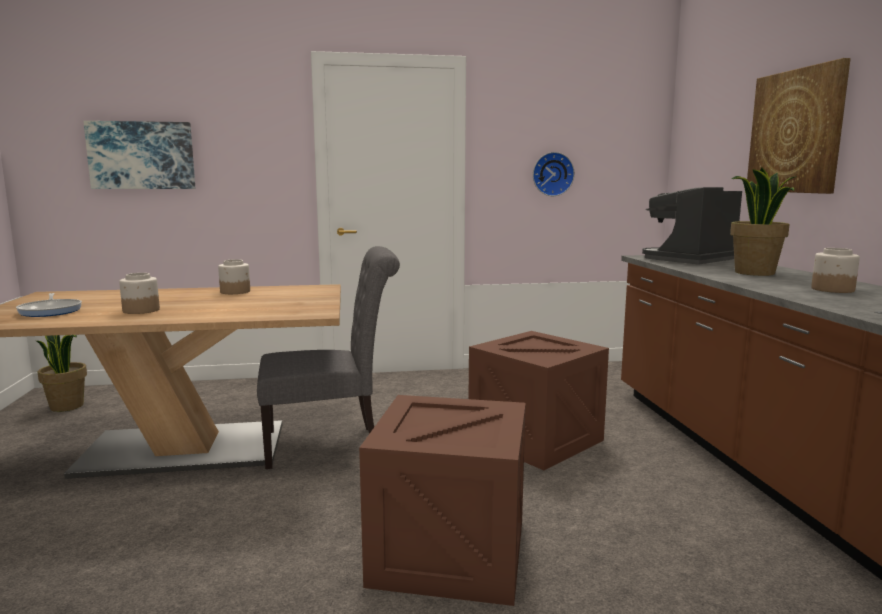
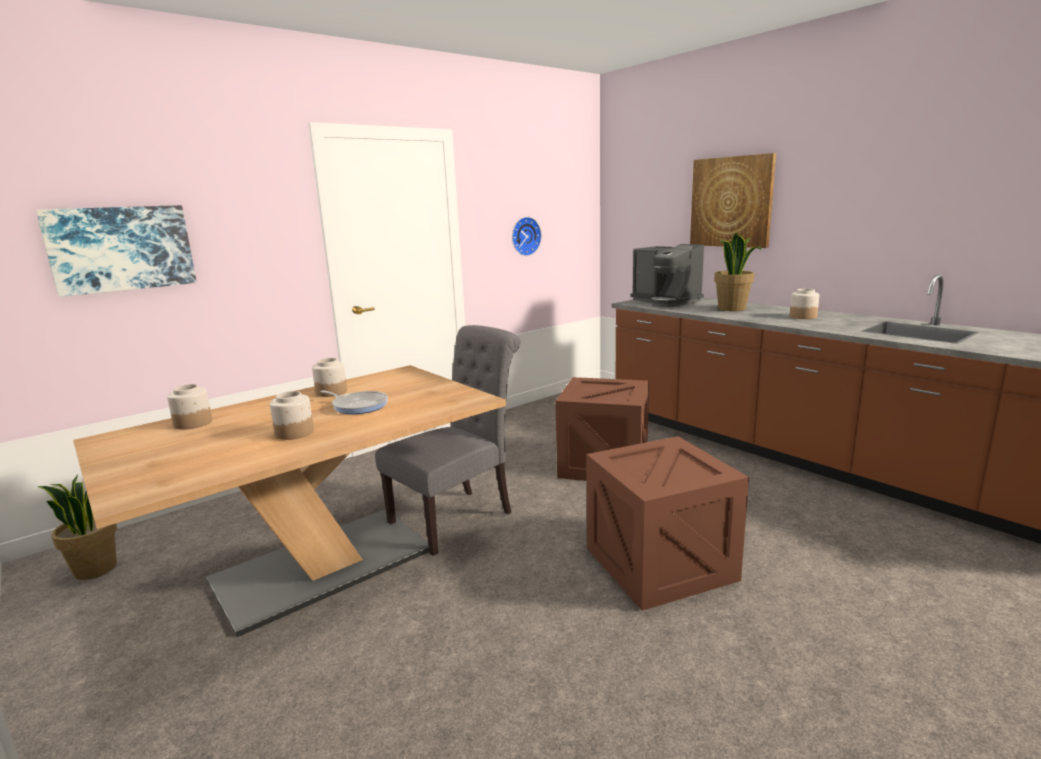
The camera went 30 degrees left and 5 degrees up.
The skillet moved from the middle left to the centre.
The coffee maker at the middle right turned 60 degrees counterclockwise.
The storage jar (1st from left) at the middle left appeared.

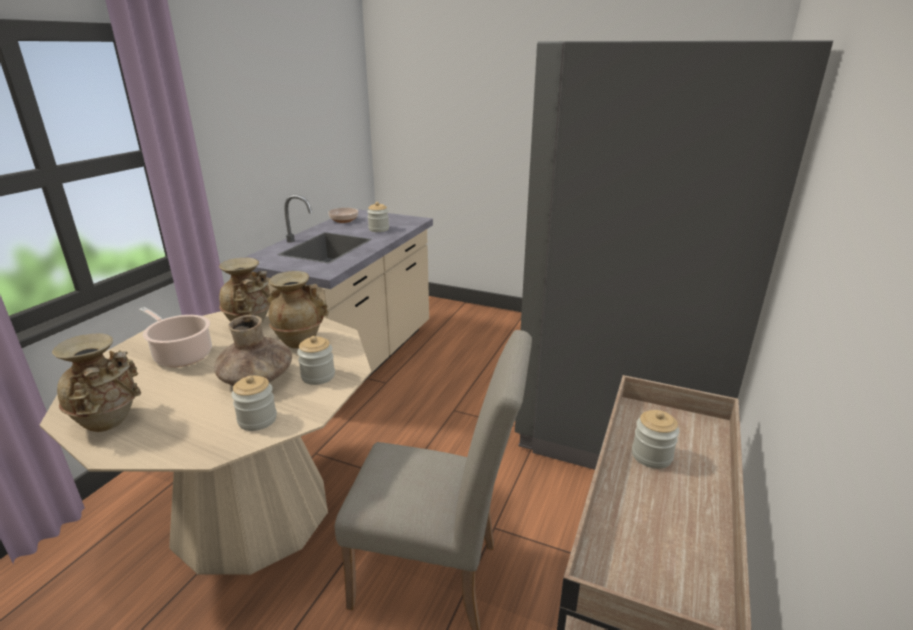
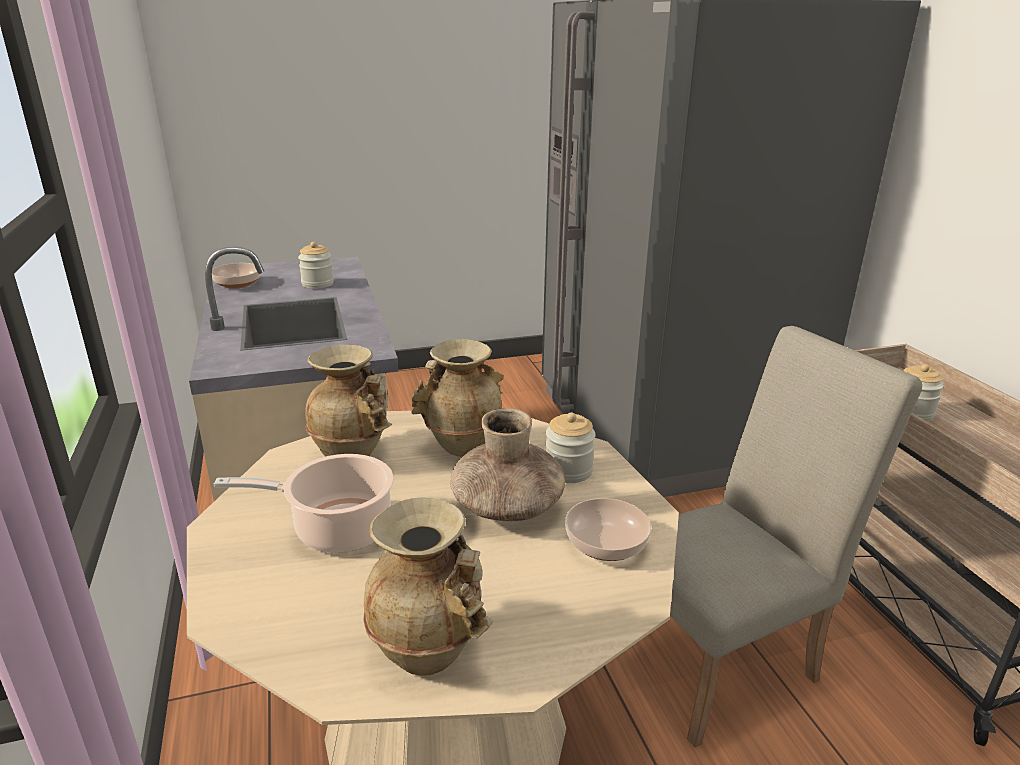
The camera went 40 degrees left and 0 degrees up.
The storage jar (1st from left) at the middle left was replaced by the deep dish (2nd from left) at the bottom centre.

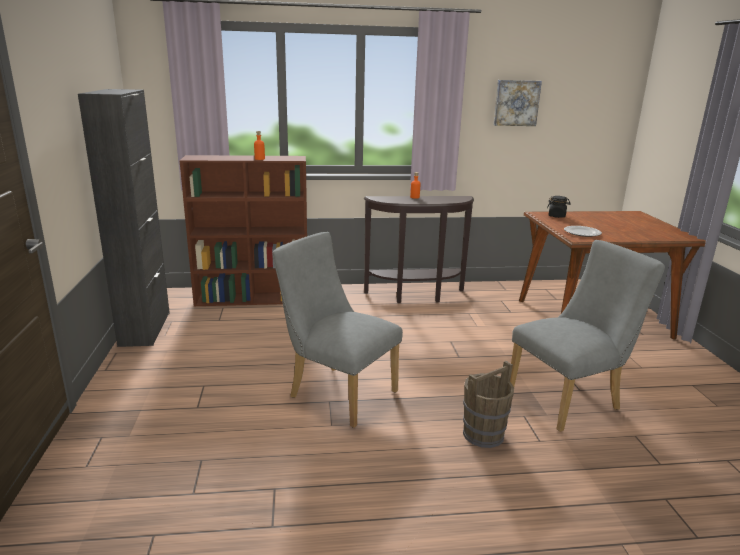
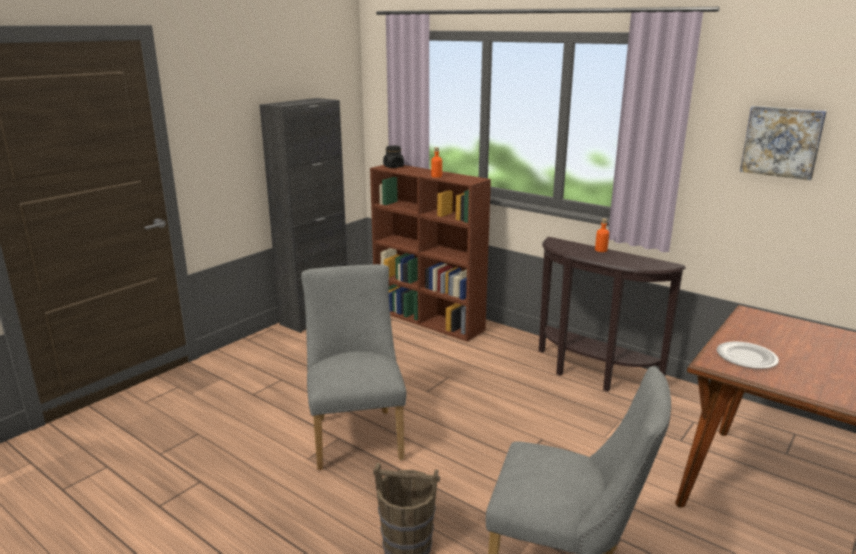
The camera went 45 degrees right and 0 degrees up.
The black storage jar moved from the middle right to the top centre.

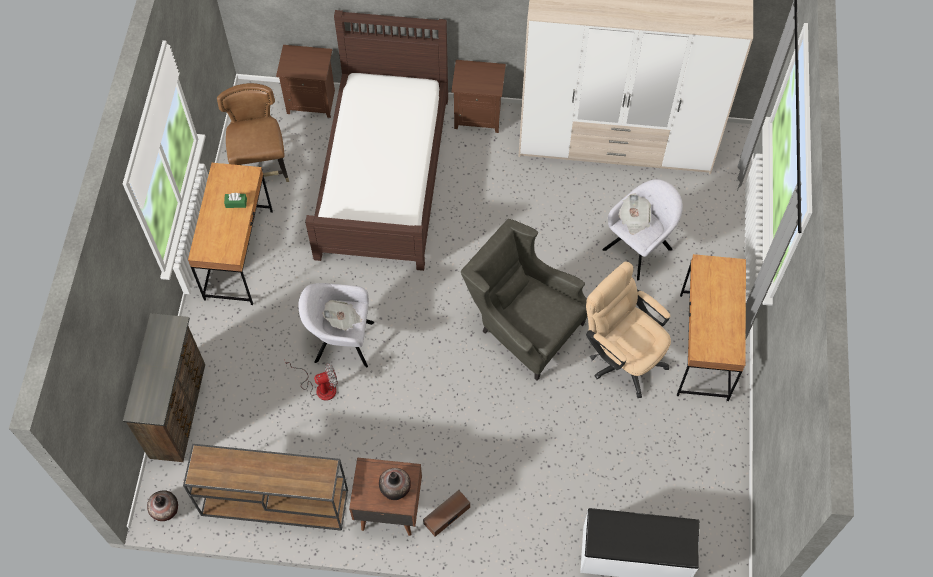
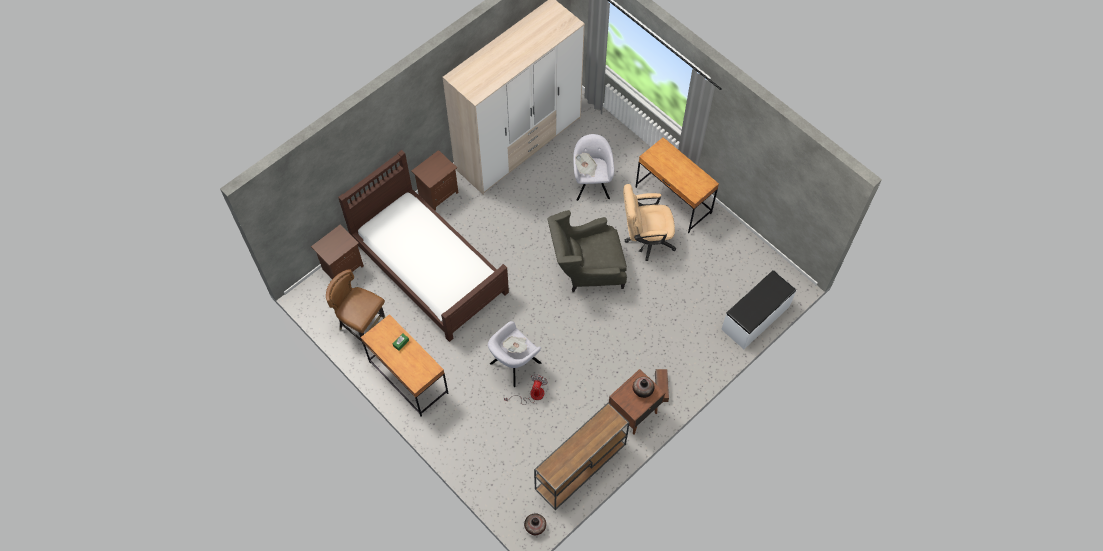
The camera went 50 degrees left and 0 degrees up.
The brown drawer chest at the bottom left disappeared.

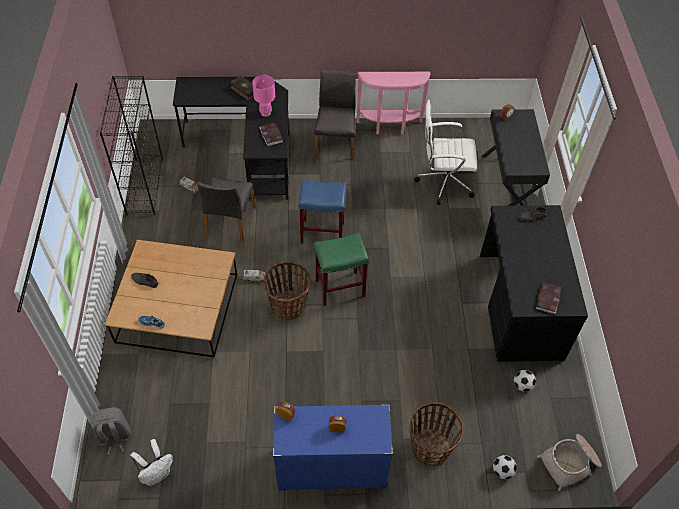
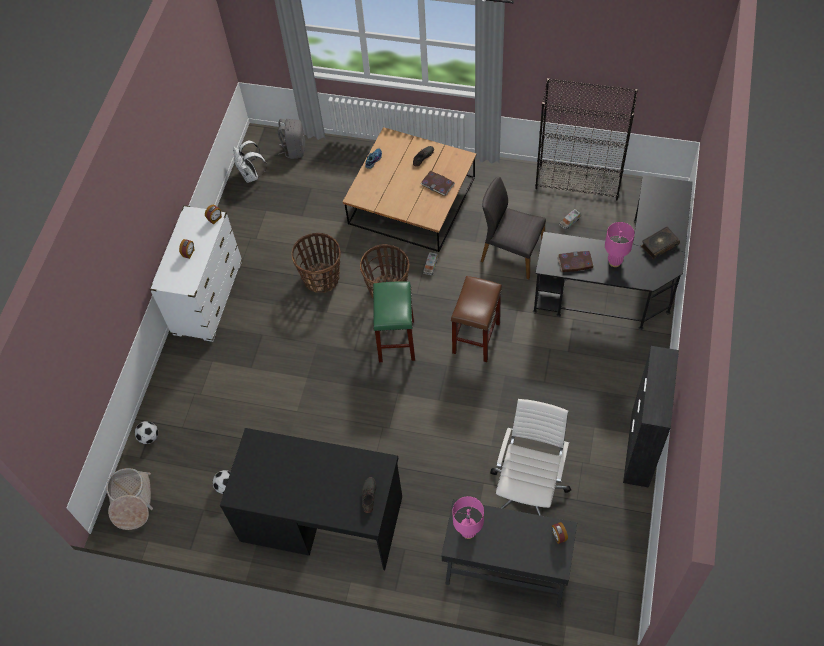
The camera went 110 degrees right and 5 degrees up.
The blue-coloured drawer chest at the bottom centre became the whitish drawer chest at the middle left.
The blue-coloured stool seat at the centre became the brown stool seat at the centre.
The gray chair (2nd from left) at the top centre disappeared.
The pink narrow table at the top centre was replaced by the black cupboard at the middle right.
The basket (2nd from left) moved from the bottom centre to the centre.
The bound book (3rd from left in the first image) moved from the middle right to the top centre.
The pink table lamp (1st from left) at the bottom centre appeared.

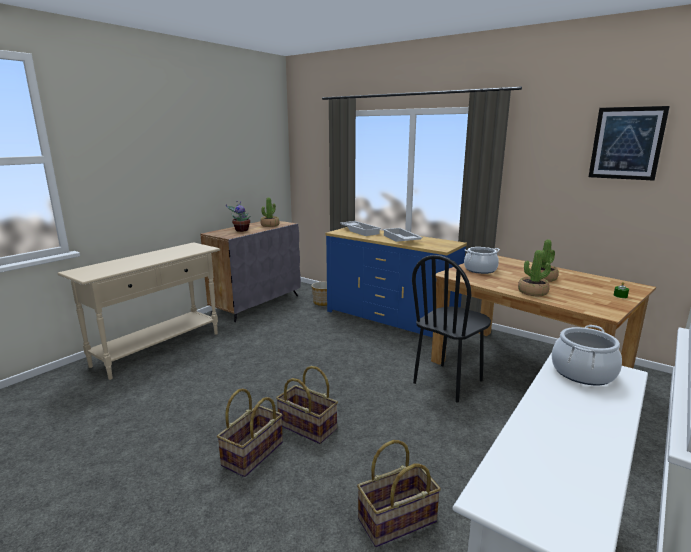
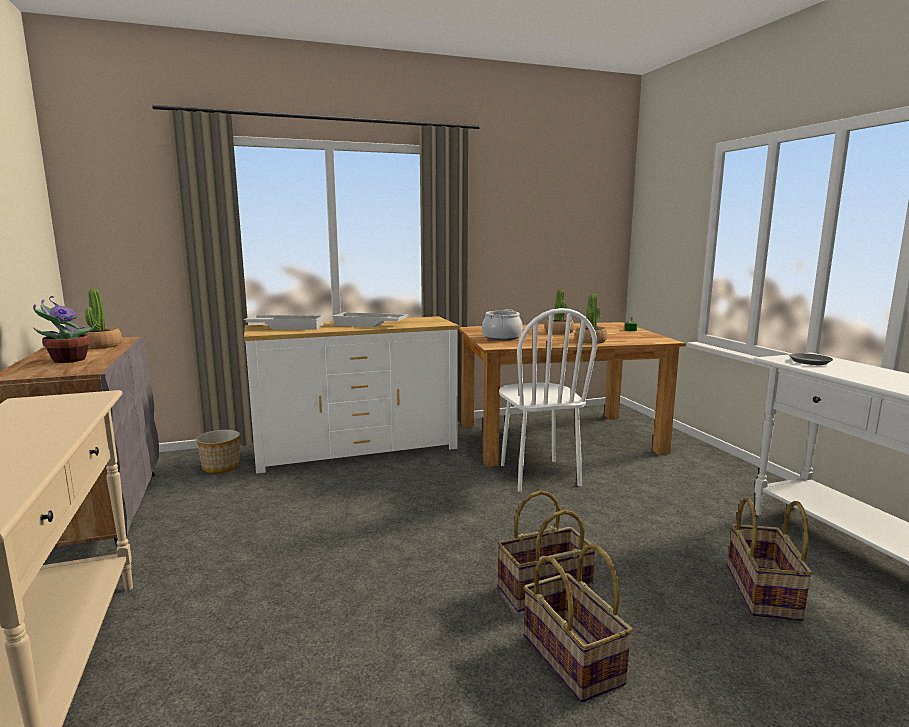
The camera went 55 degrees left and 5 degrees down.
The blue-coloured drawer chest at the centre became the whitish drawer chest at the centre.
The black chair at the centre became the whitish chair at the centre.
The saucepot (2nd from left) at the middle right was replaced by the gray plate at the middle right.
The wall art at the top right disappeared.

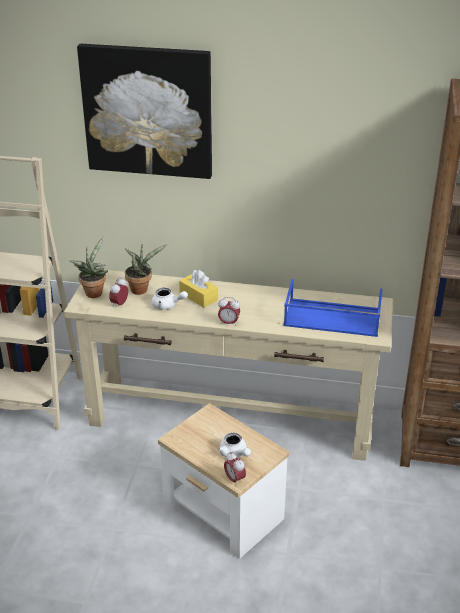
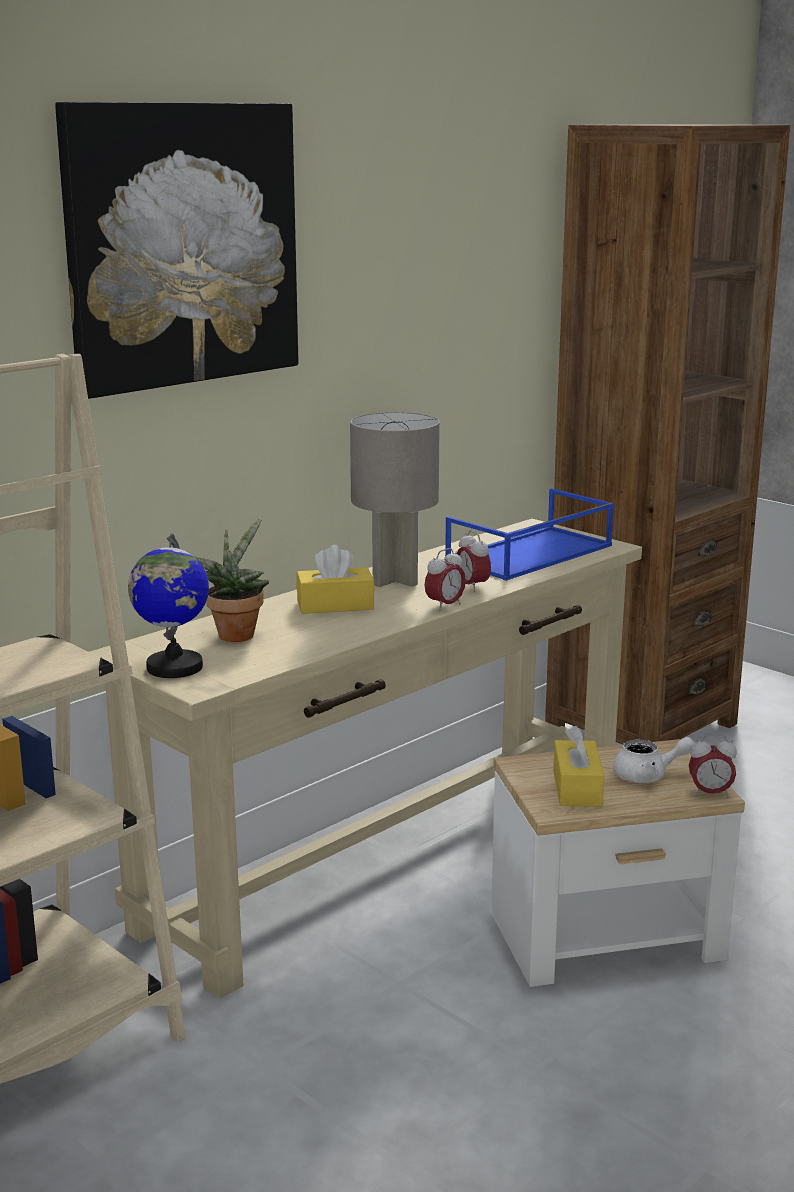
The camera went 55 degrees left and 15 degrees down.
The houseplant (1st from left) at the middle left was replaced by the world globe at the middle left.
The bedside clock (1st from left in the first image) moved from the middle left to the centre.
The whitish pot for tea (1st from left) at the centre disappeared.
The gray table lamp at the centre appeared.
The yellowish box of tissues (2nd from left) at the middle right appeared.

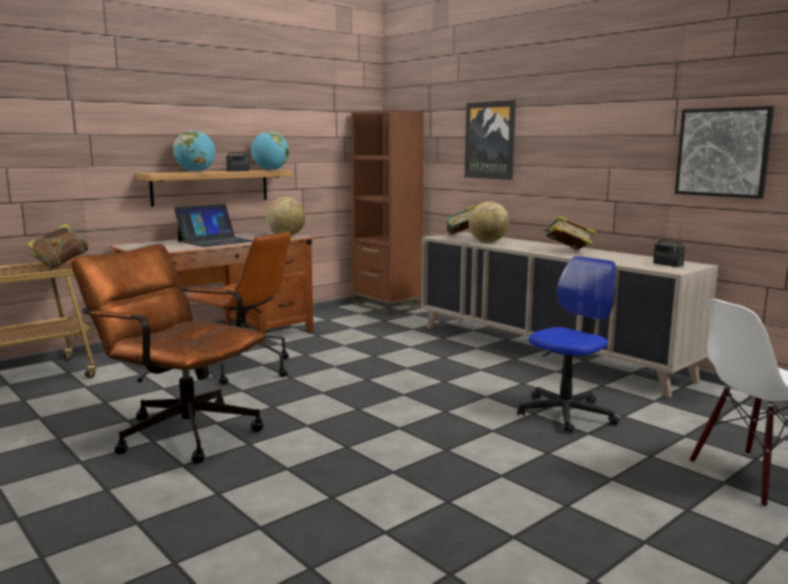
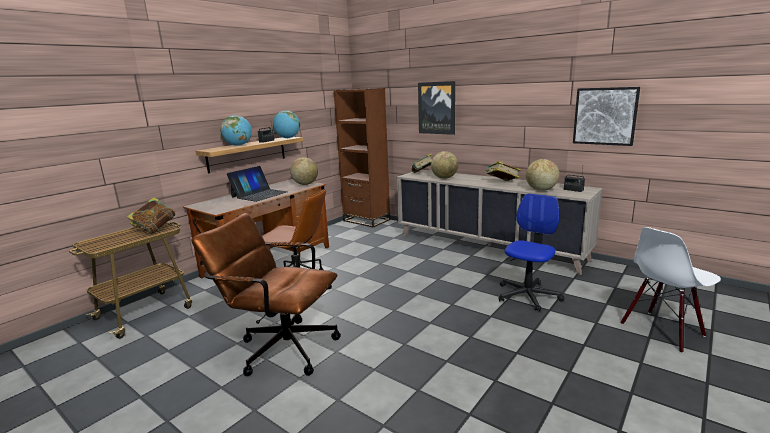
The camera went 10 degrees left and 5 degrees up.
The world globe (5th from left) at the middle right appeared.

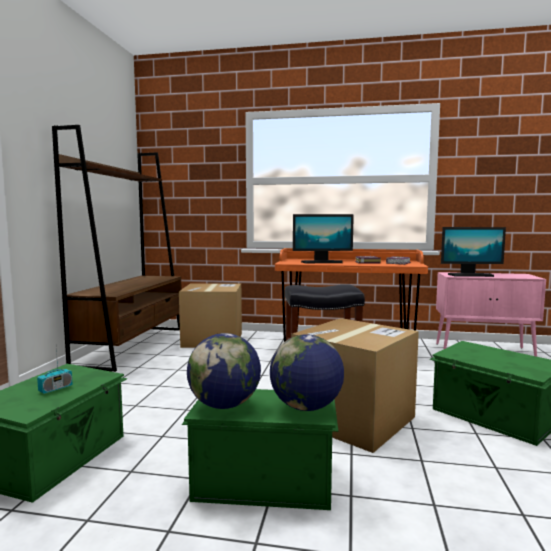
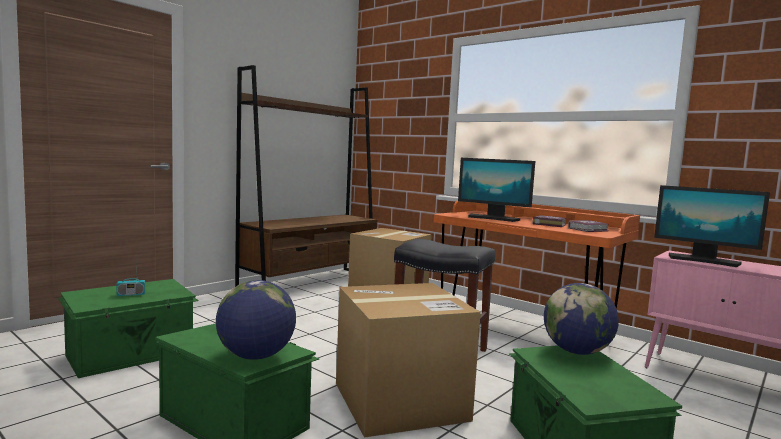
The camera went 30 degrees right and 0 degrees up.
The world globe (1st from left in the first image) moved from the bottom centre to the bottom right.

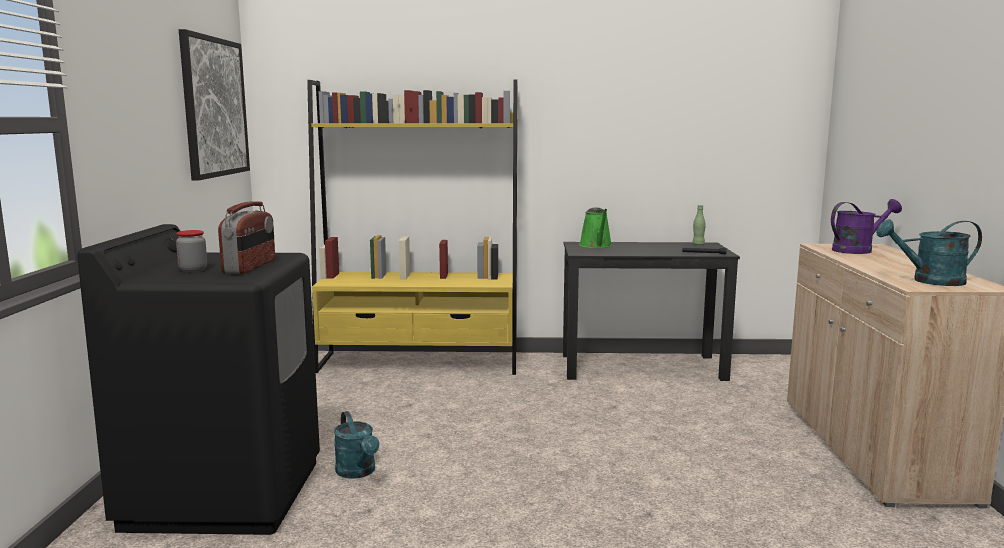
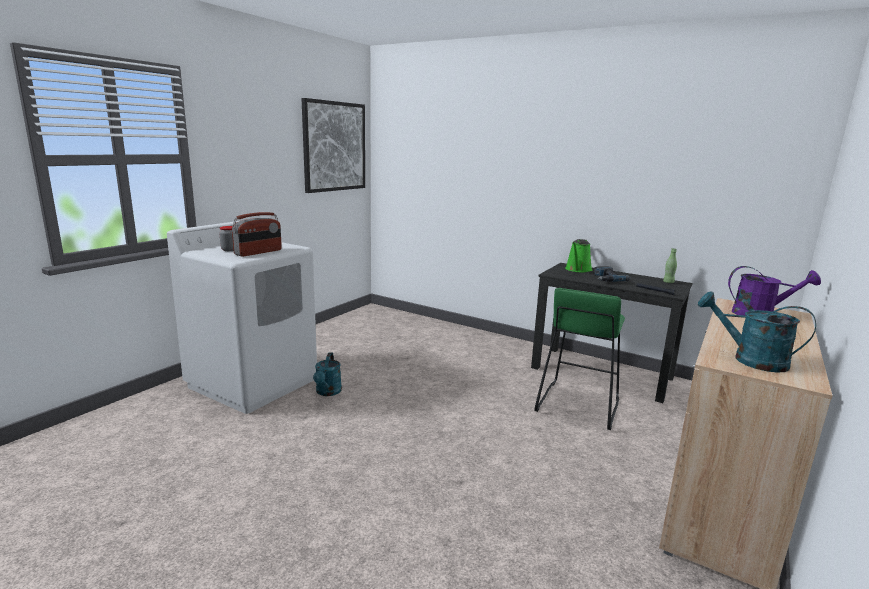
The camera went 30 degrees right and 5 degrees up.
The black washing machine at the bottom left became the whitish washing machine at the middle left.
The yellowish bookshelf at the centre disappeared.
The green stool seat at the centre appeared.
The power drill at the middle right appeared.

